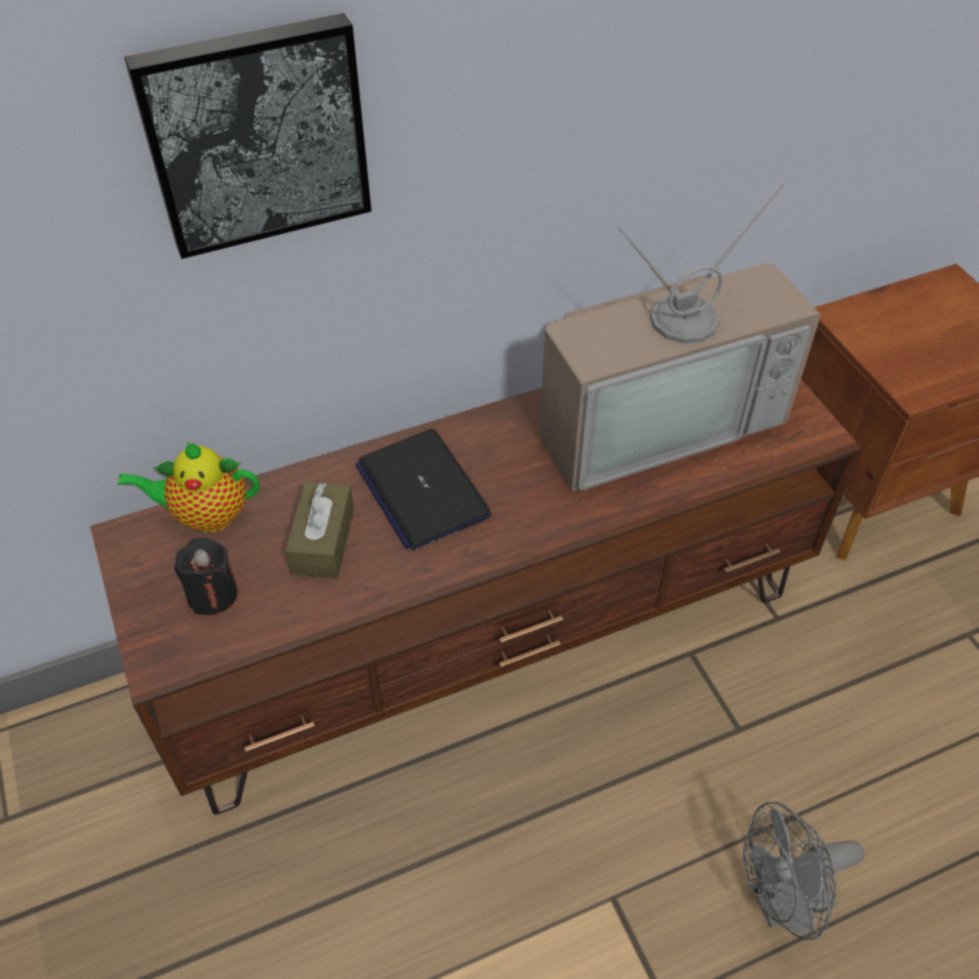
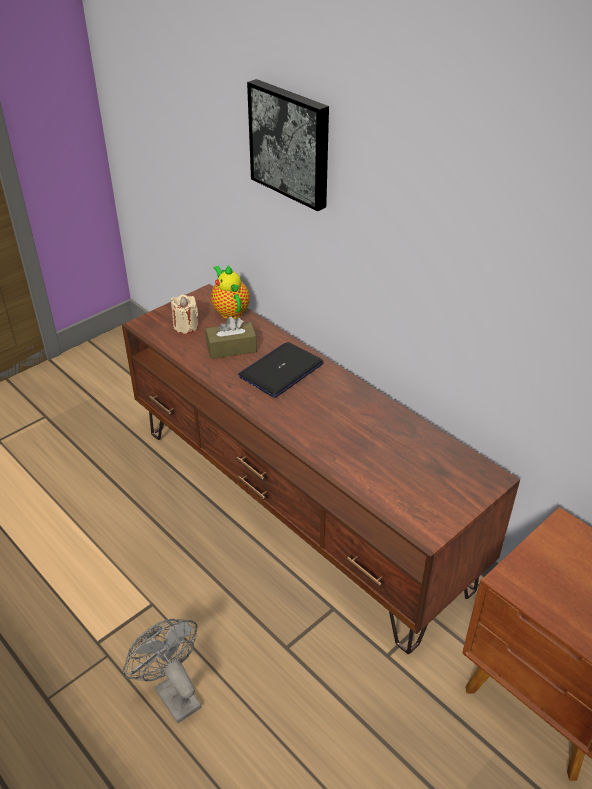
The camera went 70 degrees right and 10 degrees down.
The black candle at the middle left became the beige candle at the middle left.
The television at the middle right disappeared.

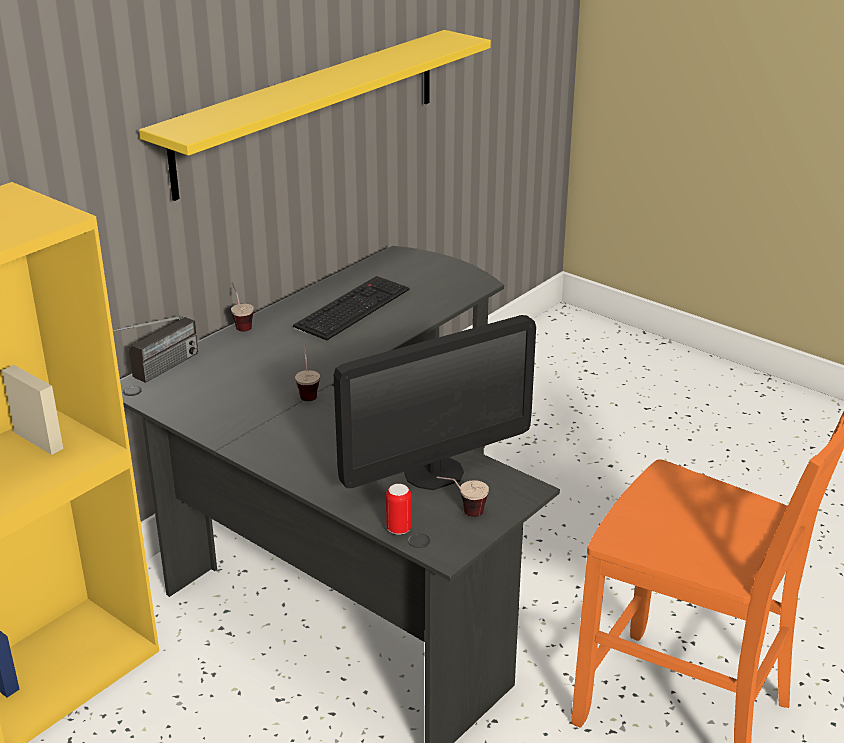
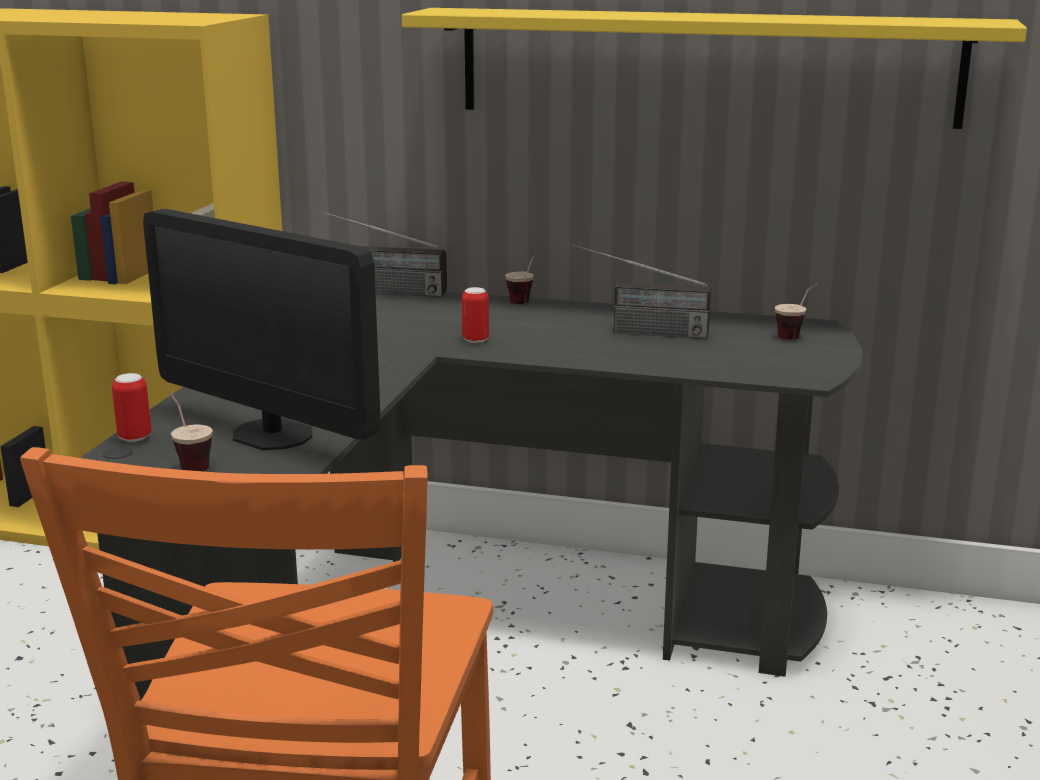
The camera went 65 degrees right and 10 degrees down.
The PC keyboard at the centre was replaced by the radio receiver (2nd from left) at the centre.
The small cup (2nd from left in the first image) moved from the centre to the middle right.
The can (2nd from left) at the centre appeared.

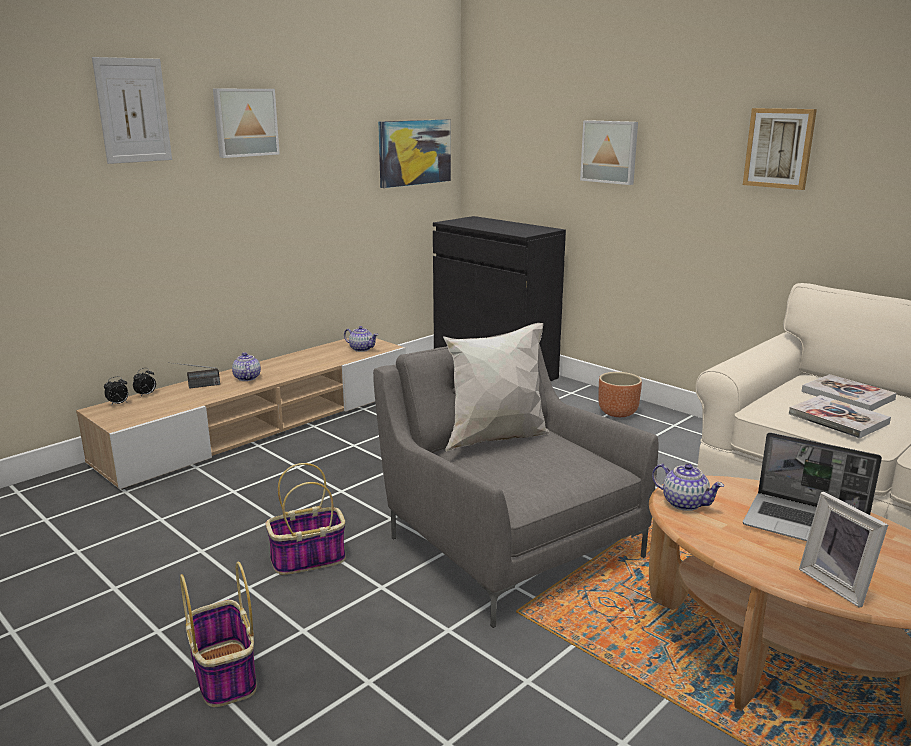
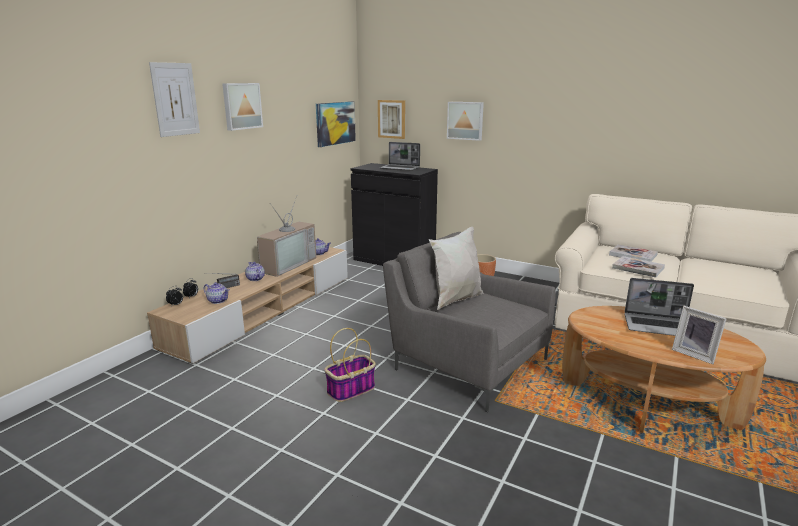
The camera went 15 degrees left and 0 degrees up.
The basket (1st from left) at the bottom left disappeared.
The pot for tea (3rd from left in the first image) moved from the middle right to the middle left.
The wall art (5th from left in the first image) moved from the top right to the top centre.
The television at the centre appeared.
The portable computer (1st from left) at the top centre appeared.

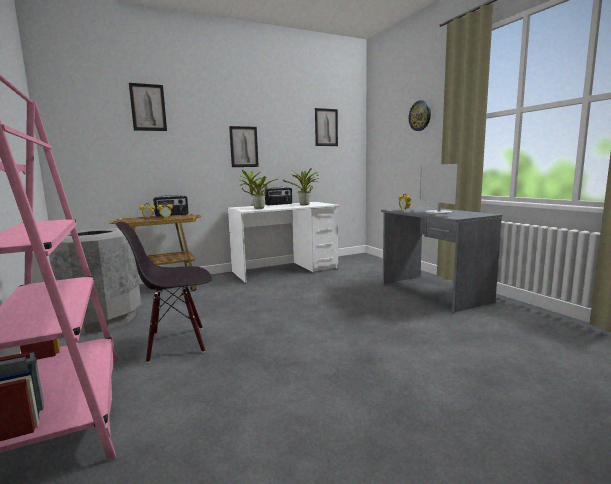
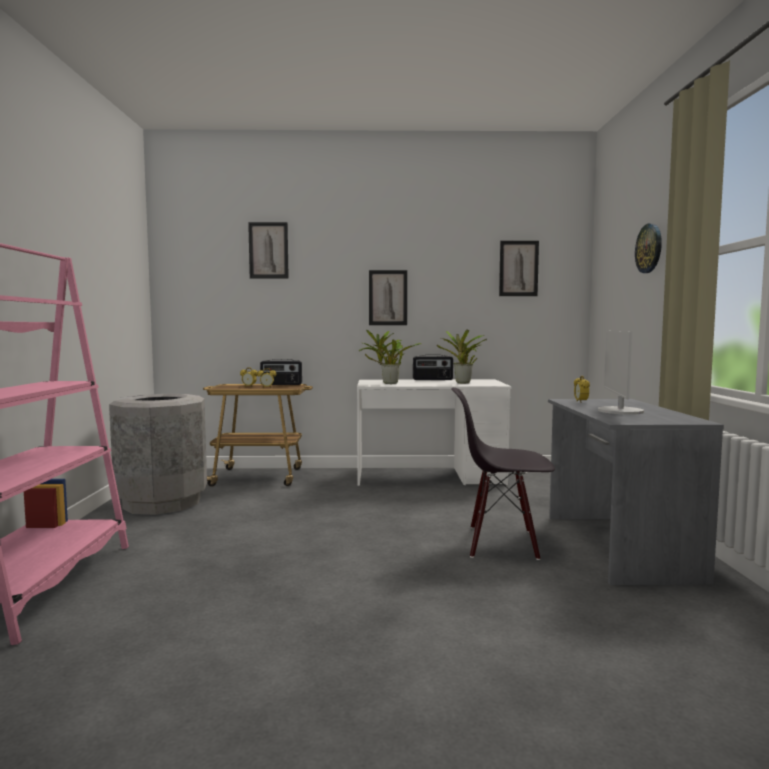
The camera went 25 degrees right and 5 degrees down.
The black chair moved from the middle left to the centre.

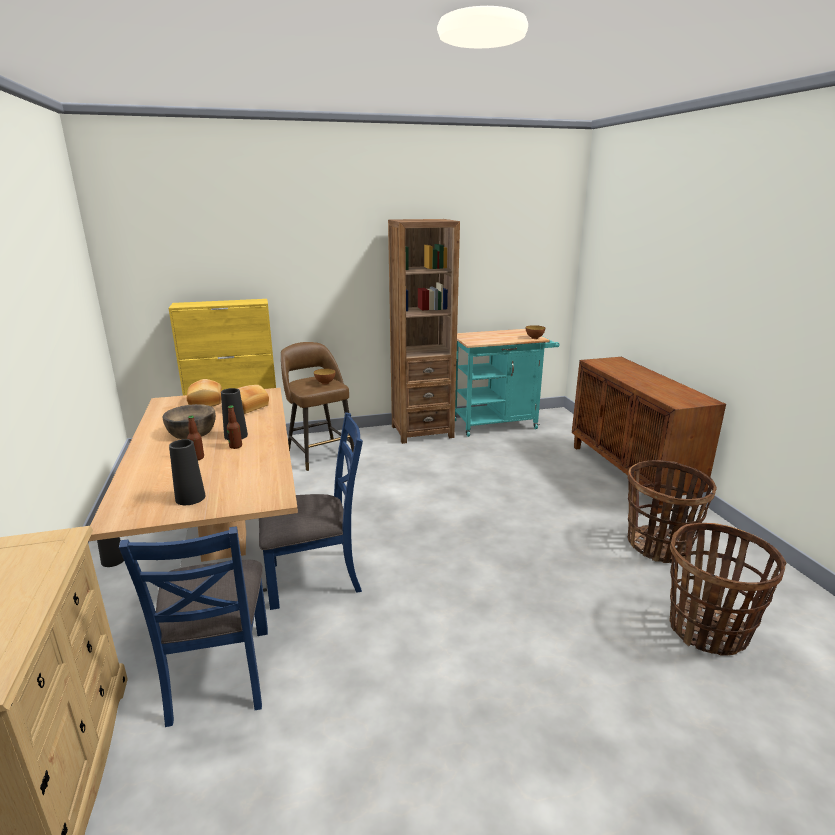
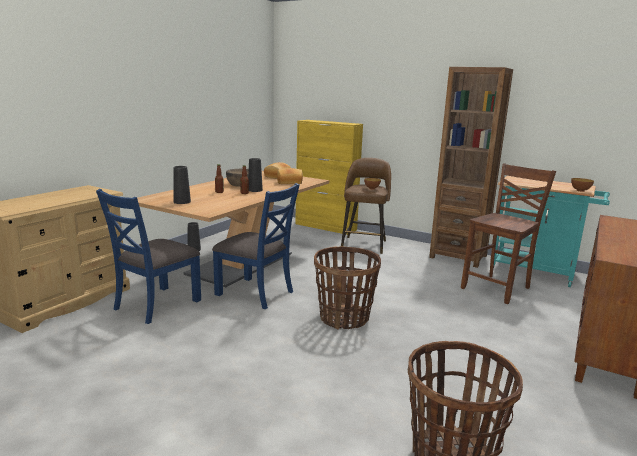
The camera went 45 degrees right and 5 degrees down.
The basket (1st from left) moved from the middle right to the centre.
The brown chair at the middle right appeared.

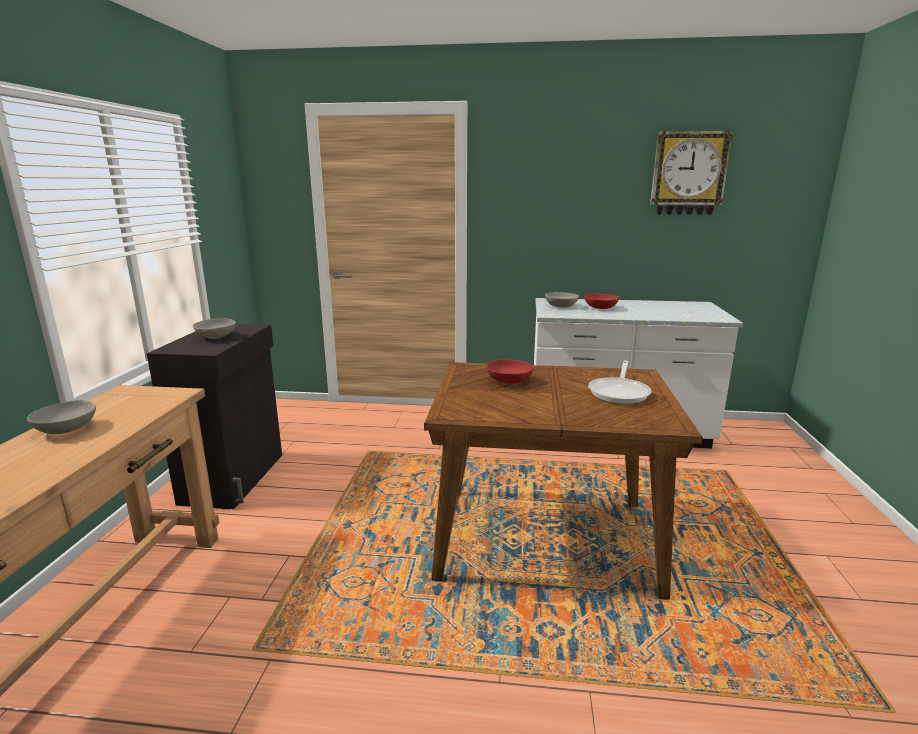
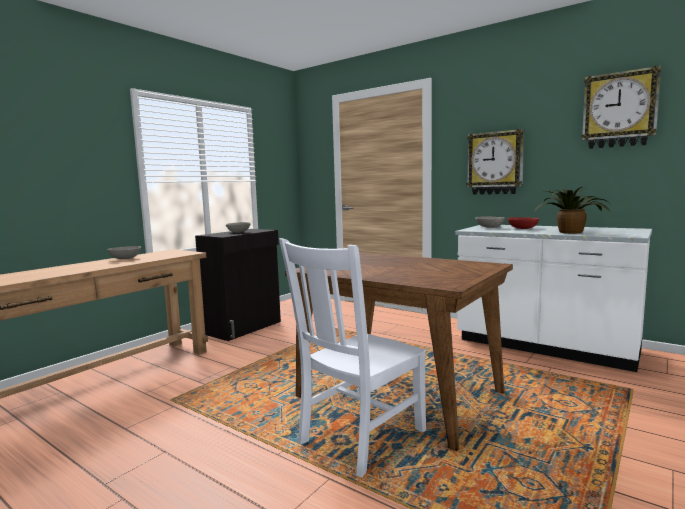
The camera went 30 degrees right and 10 degrees down.
The reddish deep dish (1st from left) at the centre disappeared.
The skillet at the middle right disappeared.
The whitish chair at the bottom centre appeared.
The wall clock (1st from left) at the top right appeared.
The houseplant at the middle right appeared.

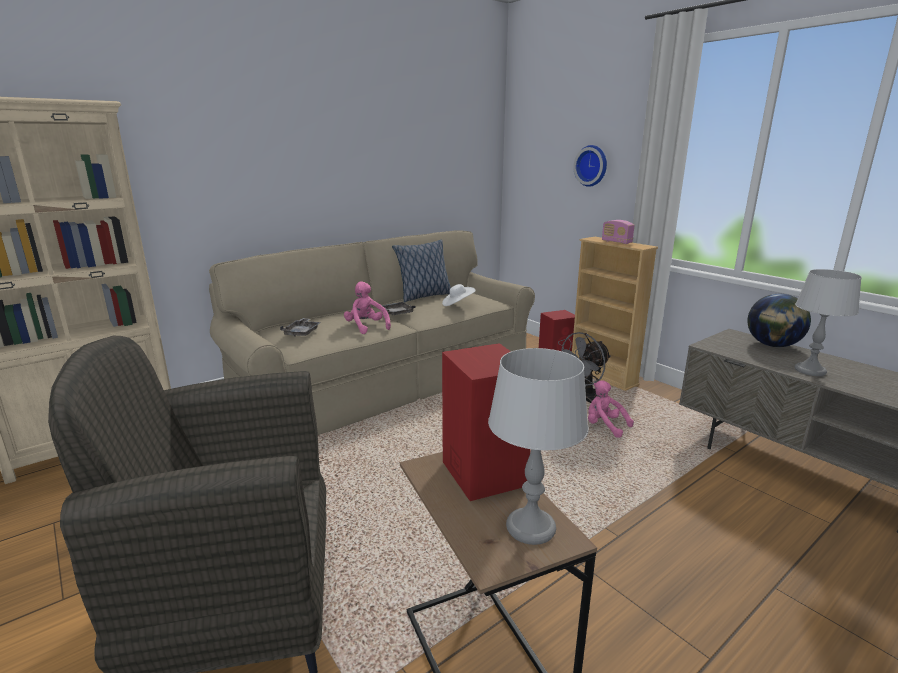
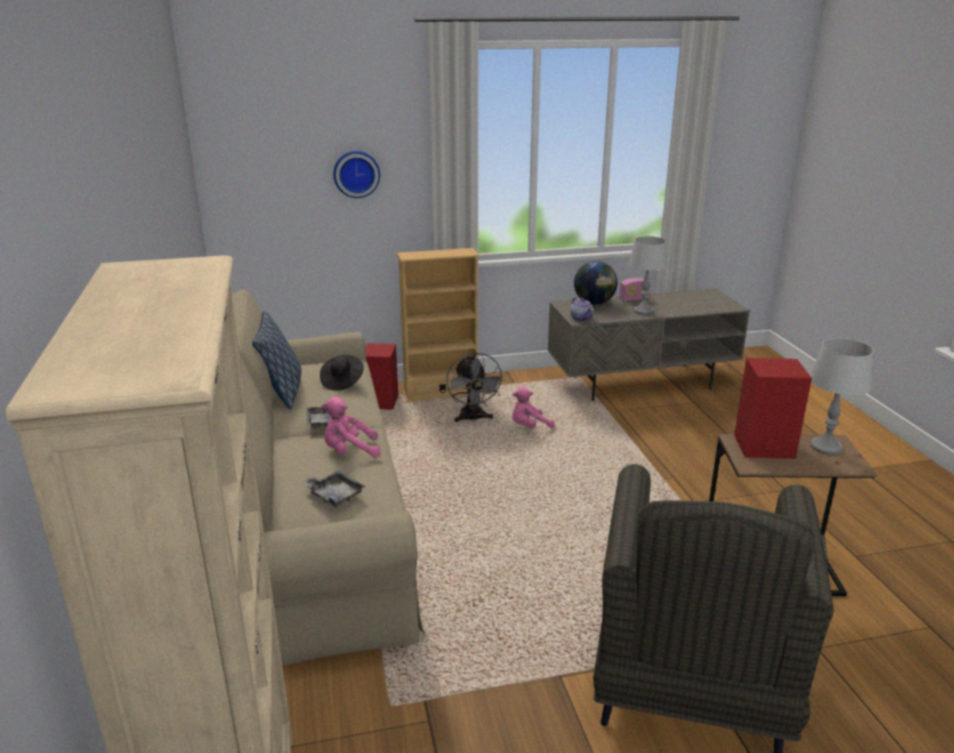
The camera went 65 degrees left and 5 degrees up.
The whitish hat at the centre became the black hat at the centre.
The radio receiver moved from the middle right to the centre.
The pot for tea at the centre appeared.

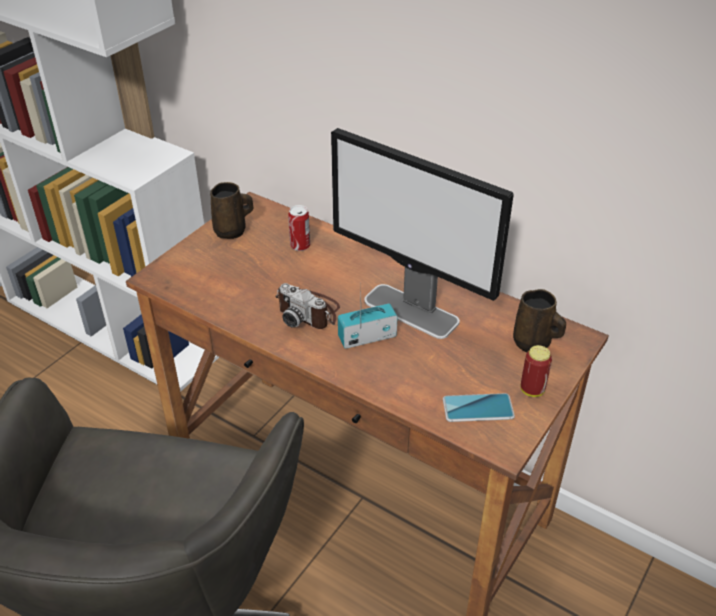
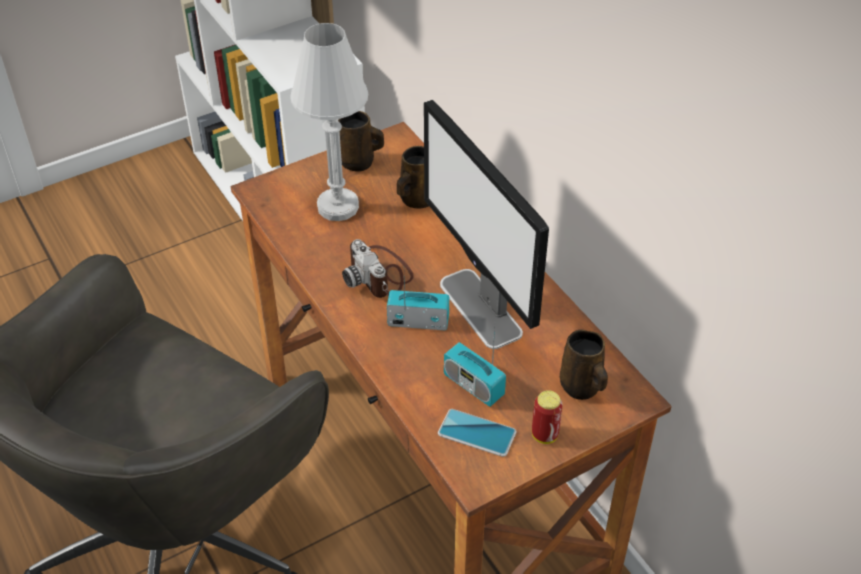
The camera went 25 degrees right and 5 degrees up.
The can (1st from left) at the centre was replaced by the brown coffee mug (2nd from left) at the top centre.
The whitish table lamp at the top centre appeared.
The radio receiver (2nd from left) at the centre appeared.

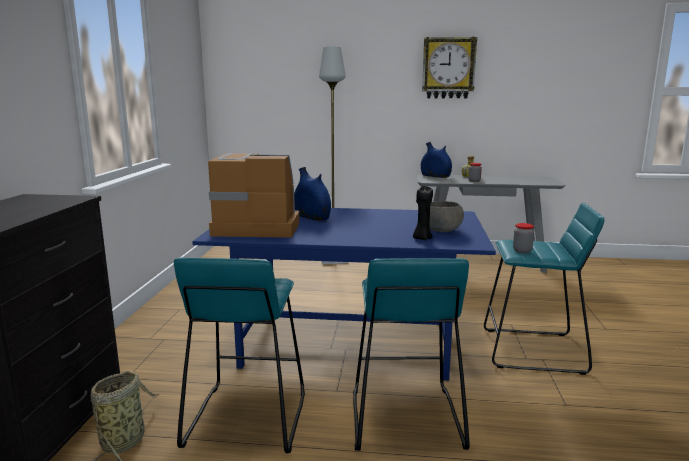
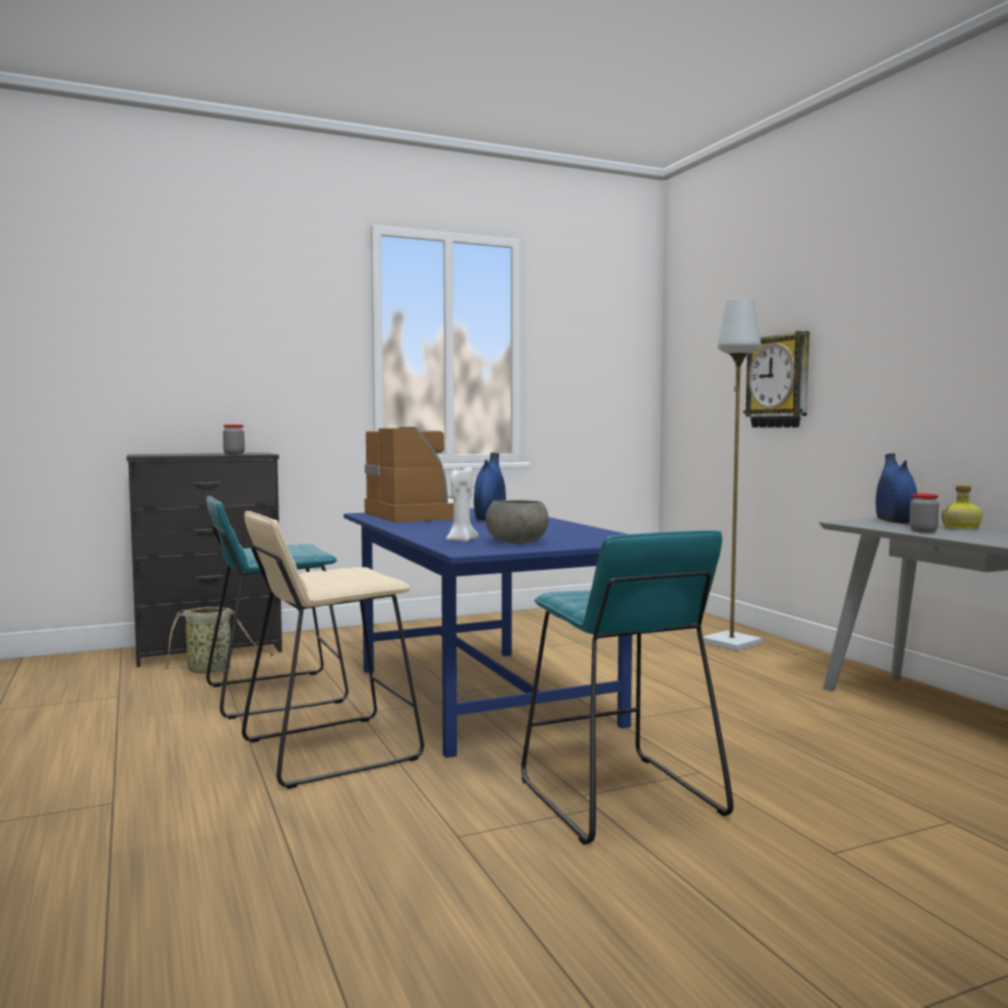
The camera went 60 degrees right and 10 degrees down.
The turquoise-coloured stool seat (2nd from left) at the bottom centre became the beige stool seat at the middle left.
The black candle at the centre became the whitish candle at the centre.
The wall clock moved from the top centre to the middle right.
The storage jar (2nd from left in the first image) moved from the middle right to the middle left.

